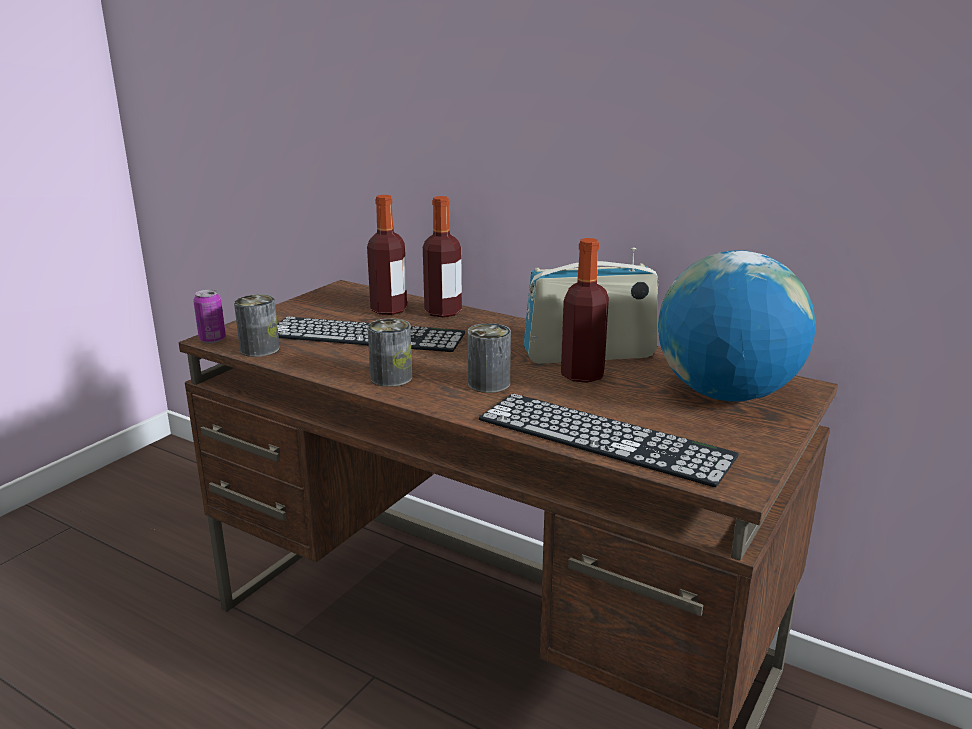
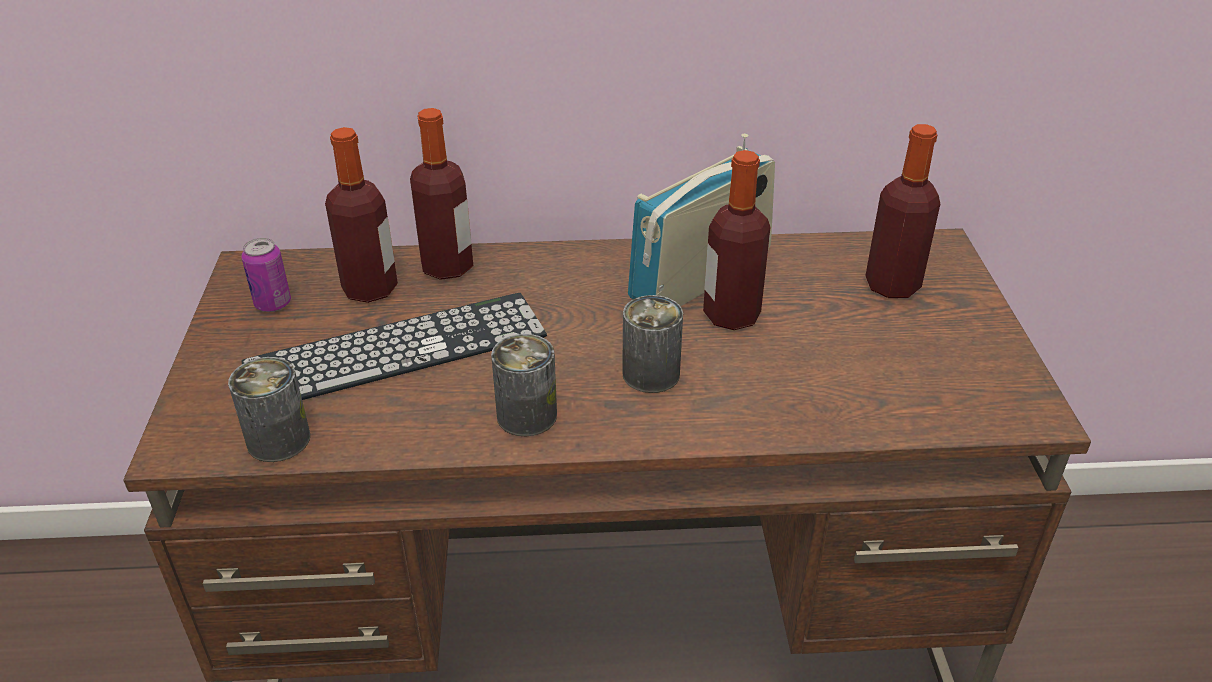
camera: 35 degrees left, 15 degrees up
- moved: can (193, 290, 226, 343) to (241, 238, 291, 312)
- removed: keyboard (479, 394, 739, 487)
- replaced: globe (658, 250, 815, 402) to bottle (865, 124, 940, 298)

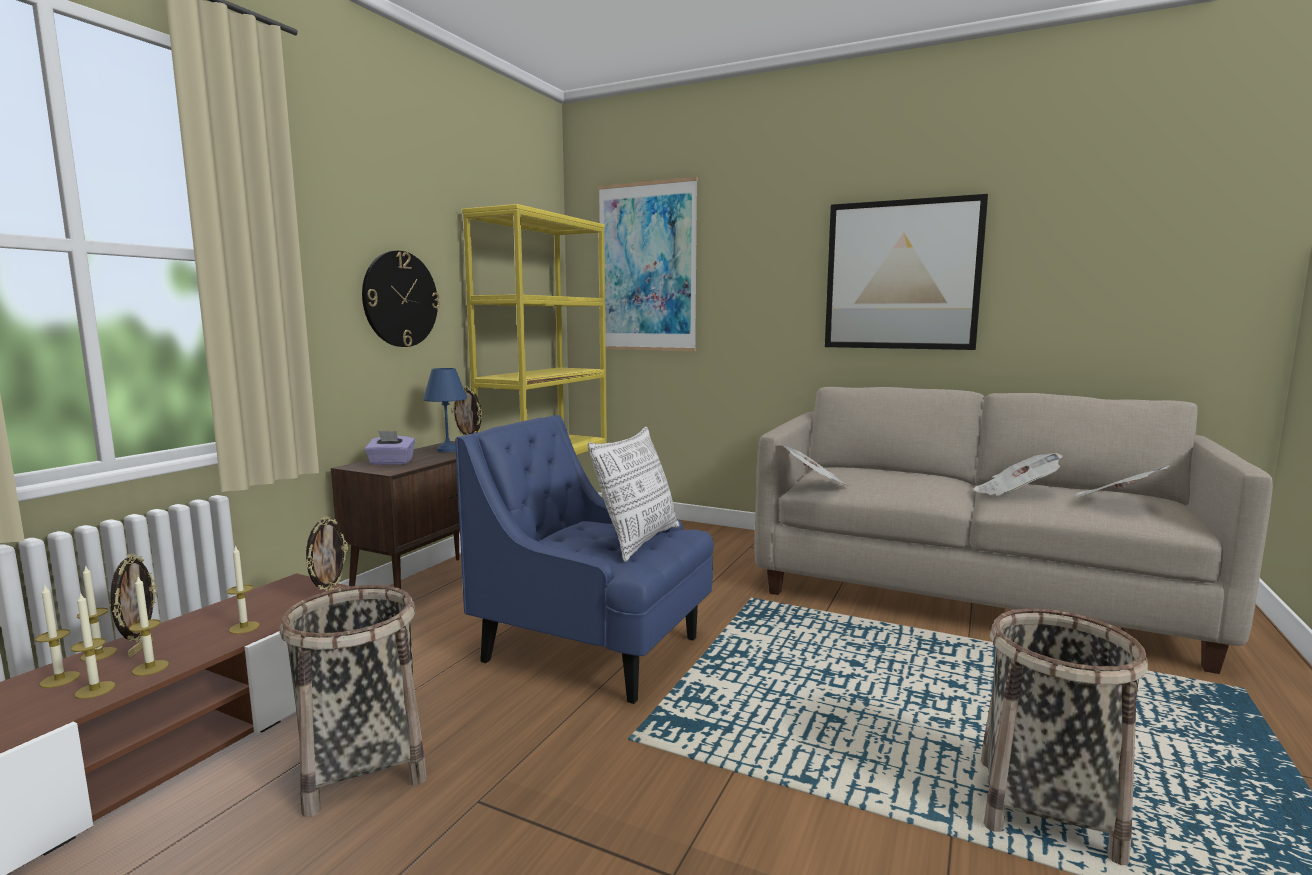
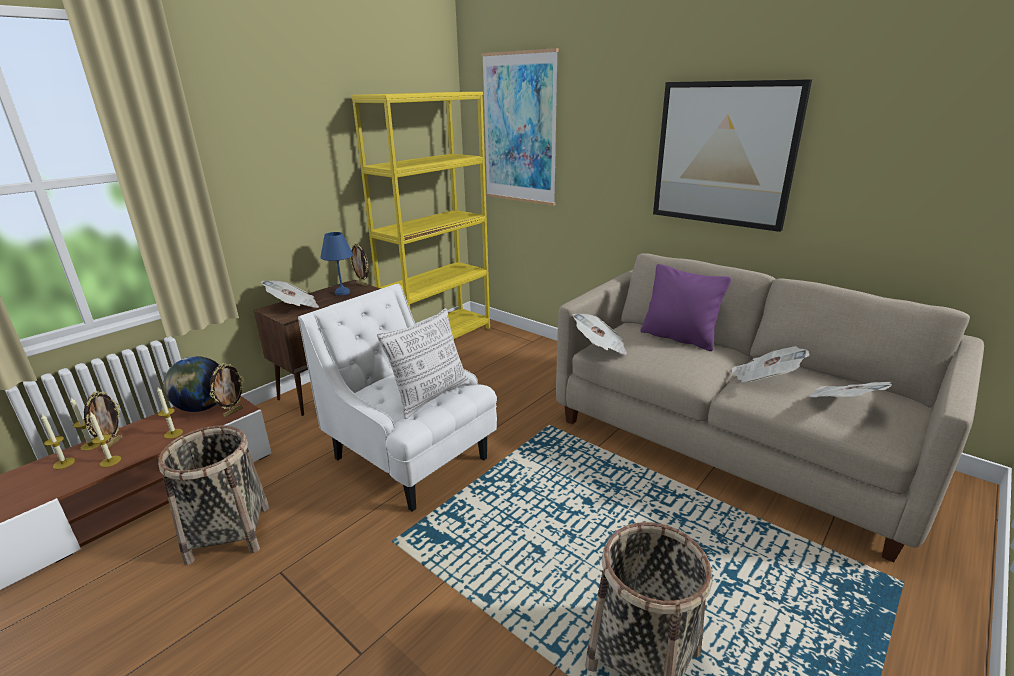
camera: 15 degrees right, 15 degrees up
- removed: candle (71, 592, 115, 699)
- removed: wall clock (362, 251, 440, 347)
- replaced: purple tissue box (365, 431, 415, 465) to newspaper (261, 281, 319, 308)
- recoloured: blue armchair (455, 415, 714, 704) to white armchair (298, 284, 497, 512)
- added: globe (163, 356, 219, 412)
- added: purple pillow (641, 264, 731, 351)

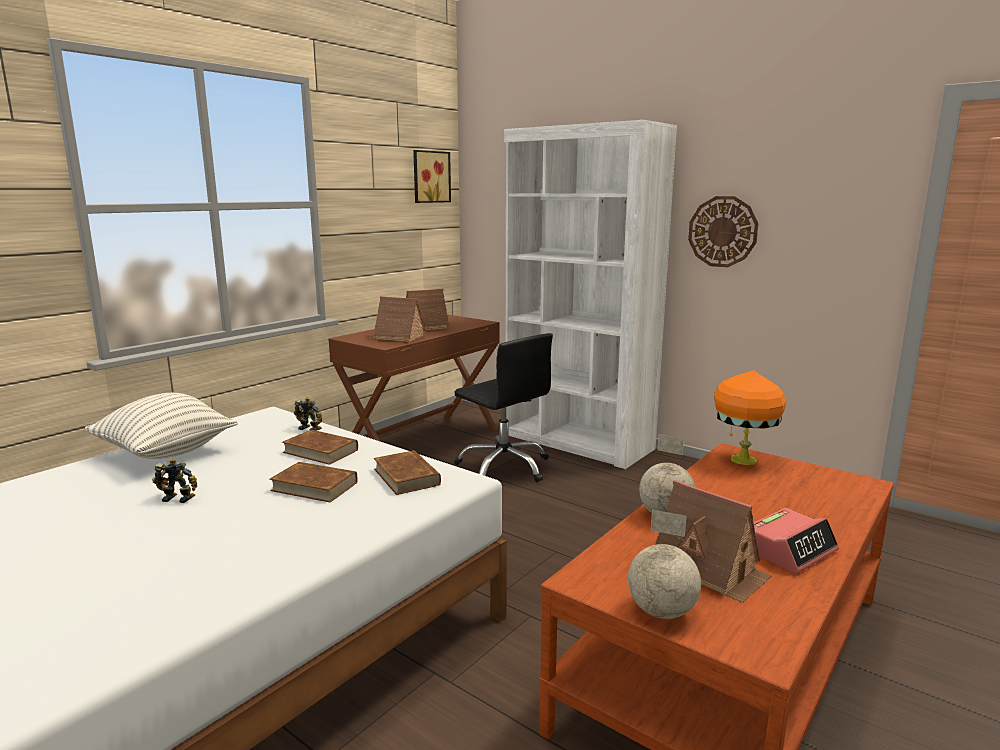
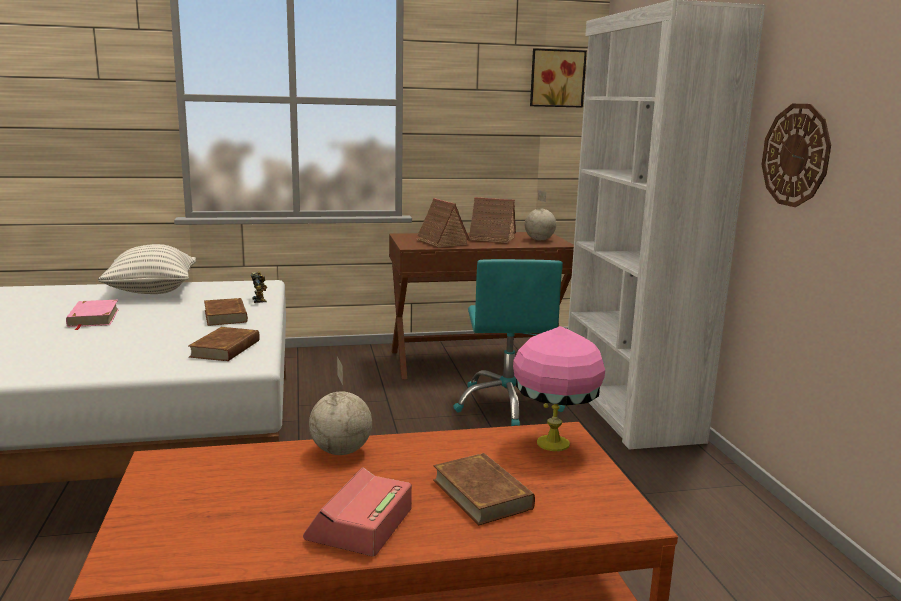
camera: 40 degrees right, 0 degrees up
- replaced: toy robot (152, 459, 197, 503) to pink book (66, 300, 119, 330)
- moved: brown book (269, 462, 357, 502) to (433, 453, 535, 525)
- recoloured: black office chair (454, 333, 553, 482) to turquoise office chair (453, 259, 565, 426)
- moved: globe (628, 510, 701, 619) to (525, 190, 556, 240)
- removed: toy house (655, 480, 772, 603)
- recoloured: orange table lamp (714, 370, 786, 465) to pink table lamp (513, 326, 605, 451)
- turned: alarm clock (753, 508, 839, 574) = (303, 467, 412, 556) 105 degrees clockwise

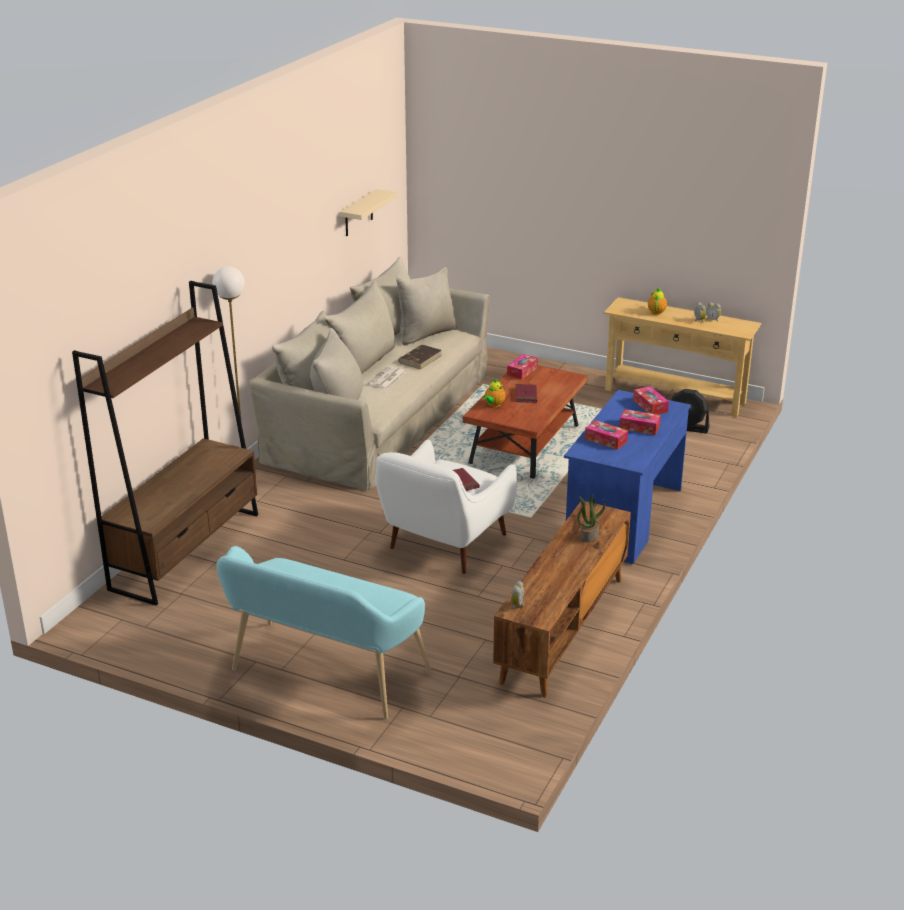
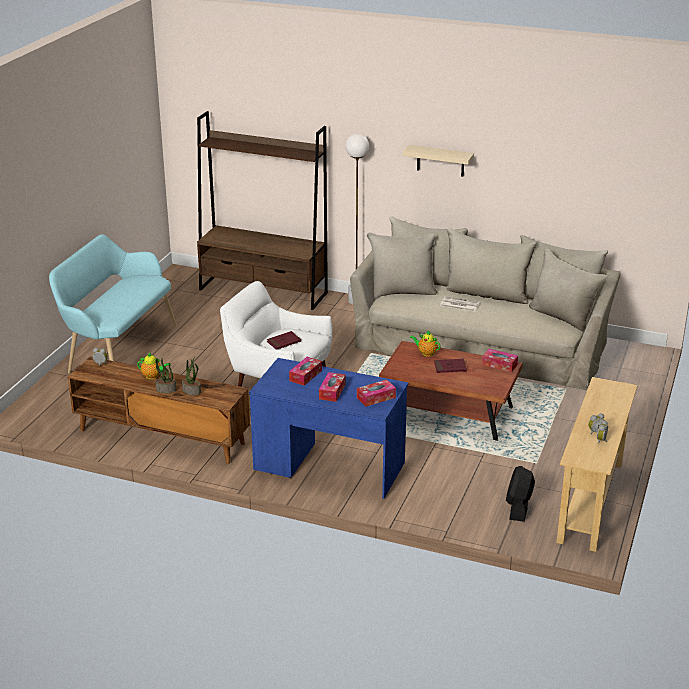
camera: 85 degrees right, 0 degrees up
- moved: beige shelf (340, 189, 397, 236) to (402, 145, 474, 176)
- removed: brown book (398, 345, 442, 369)
- moved: teapot (648, 287, 667, 315) to (137, 352, 171, 379)
- added: potted plant (156, 358, 177, 393)

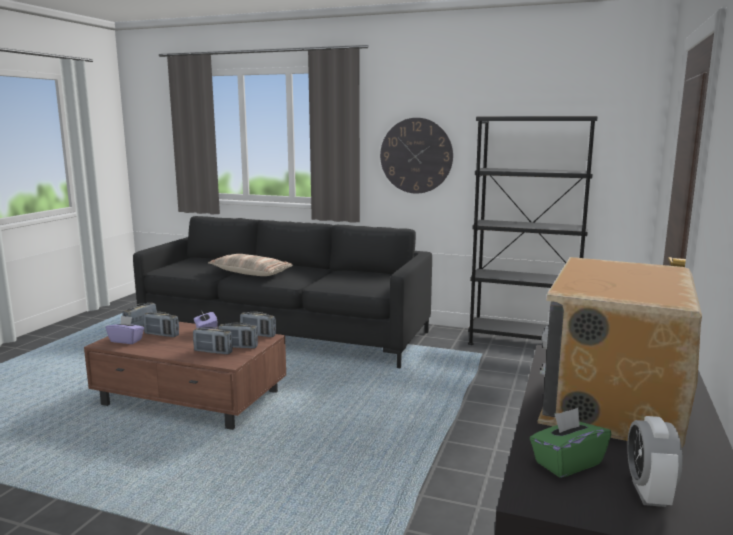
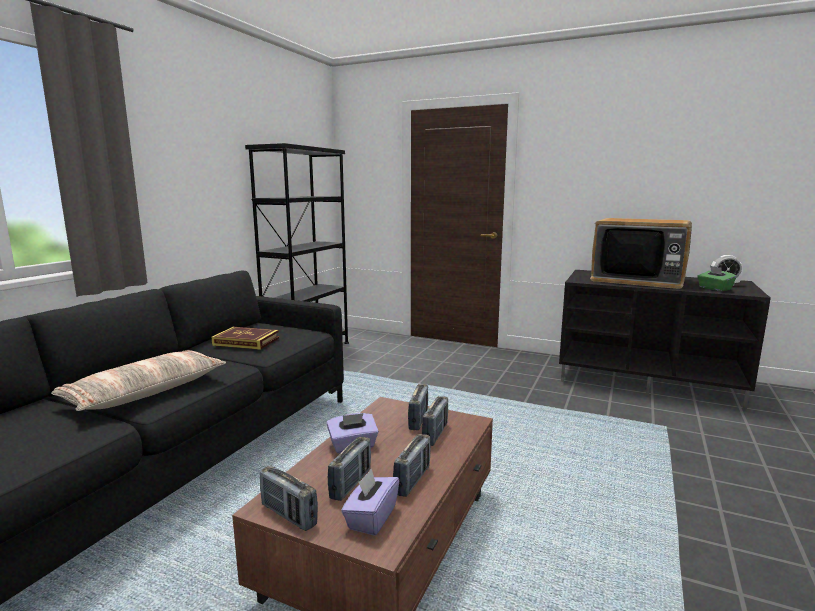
camera: 85 degrees left, 0 degrees up
- moved: radio (240, 312, 276, 337) to (393, 434, 431, 497)
- removed: wall clock (380, 118, 453, 194)
- added: book (212, 327, 279, 350)

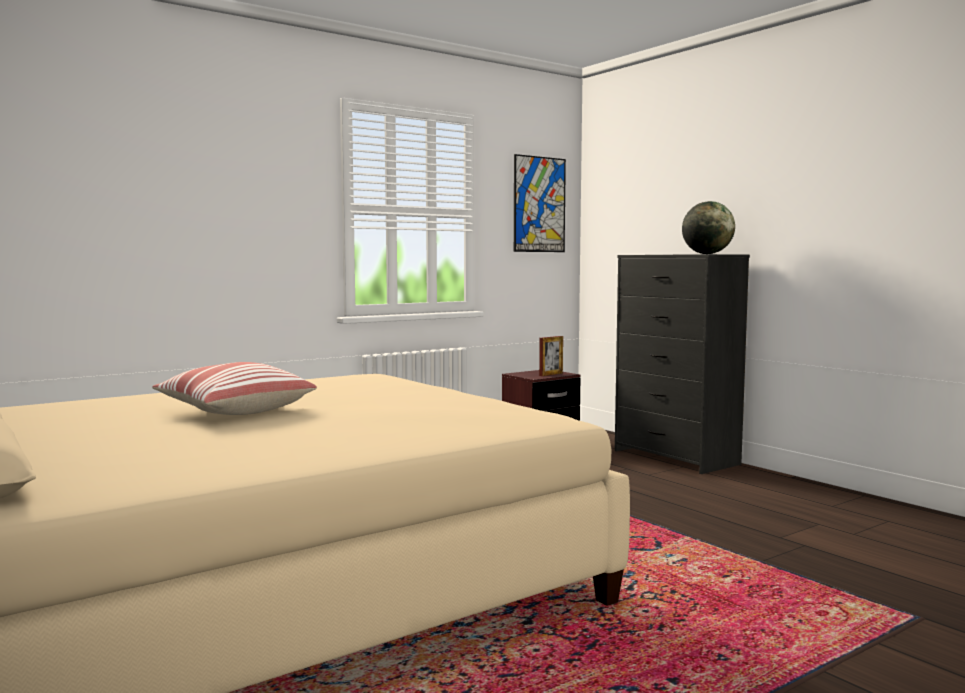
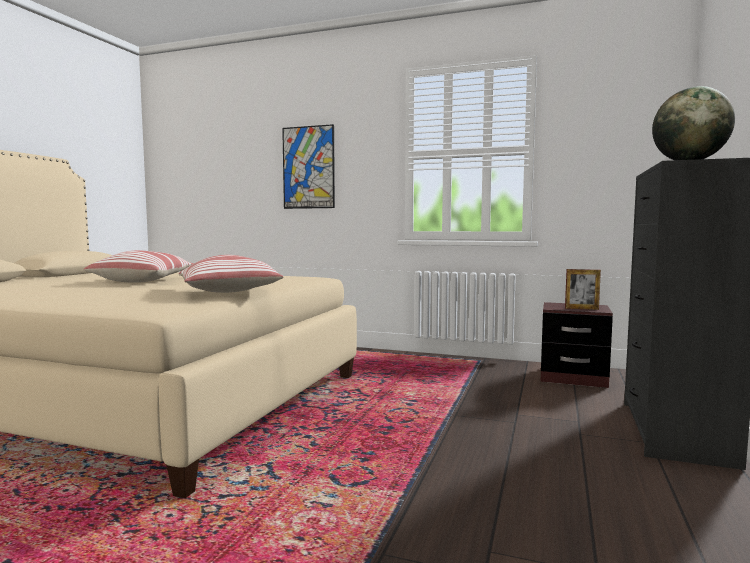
camera: 55 degrees right, 0 degrees up
- moved: picture (514, 154, 566, 252) to (282, 124, 335, 209)
- added: pillow (179, 255, 284, 293)

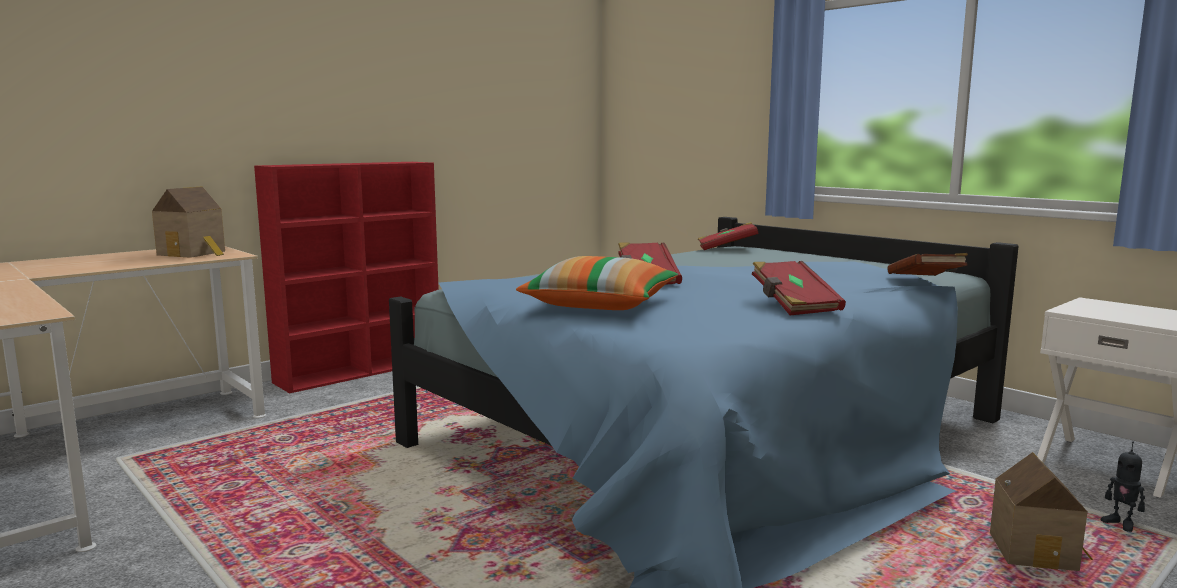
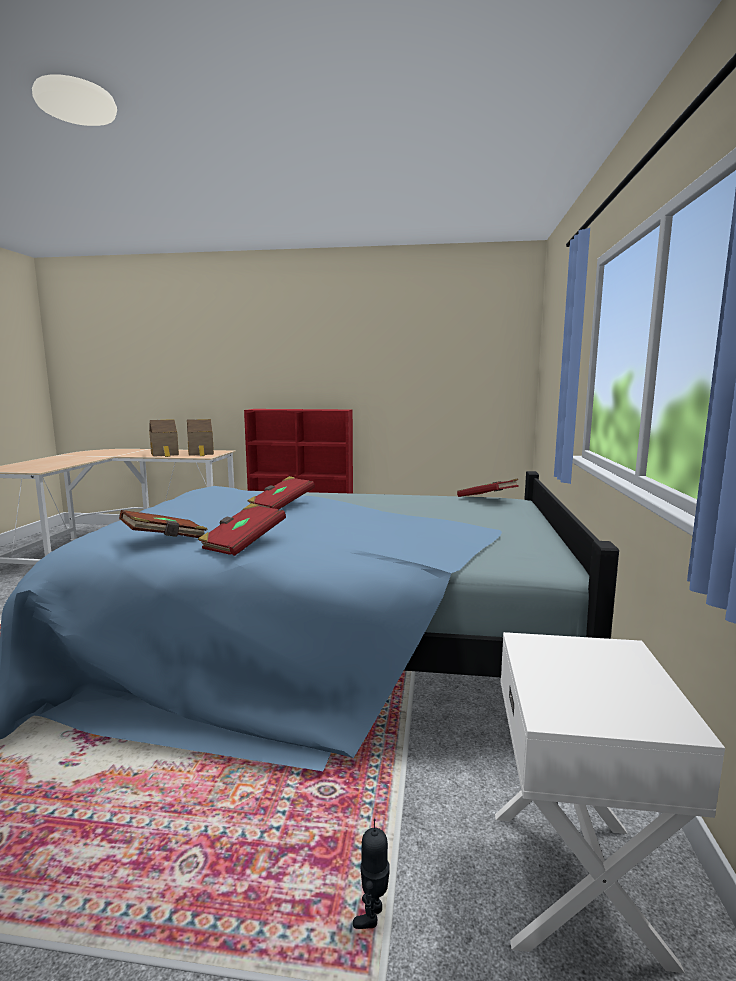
camera: 50 degrees right, 0 degrees up
- removed: pillow (516, 256, 678, 310)
- moved: brown book (888, 253, 968, 276) to (119, 510, 208, 538)
- moved: toy house (990, 452, 1093, 571) to (149, 419, 179, 457)

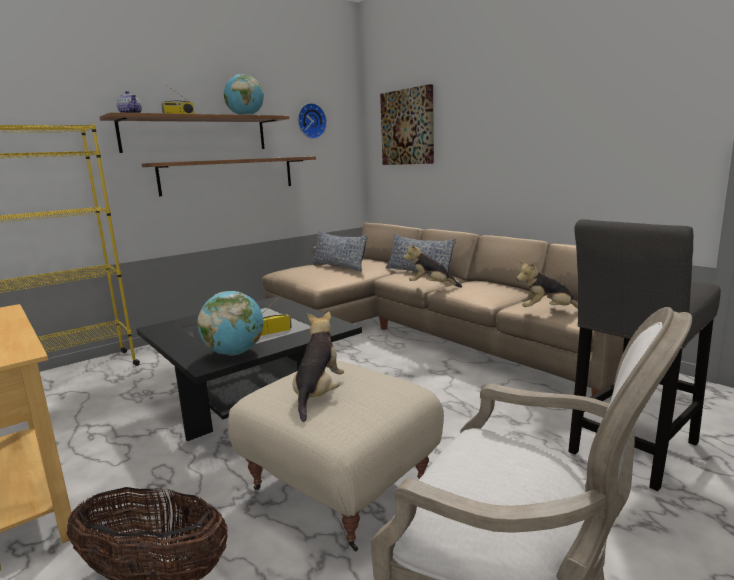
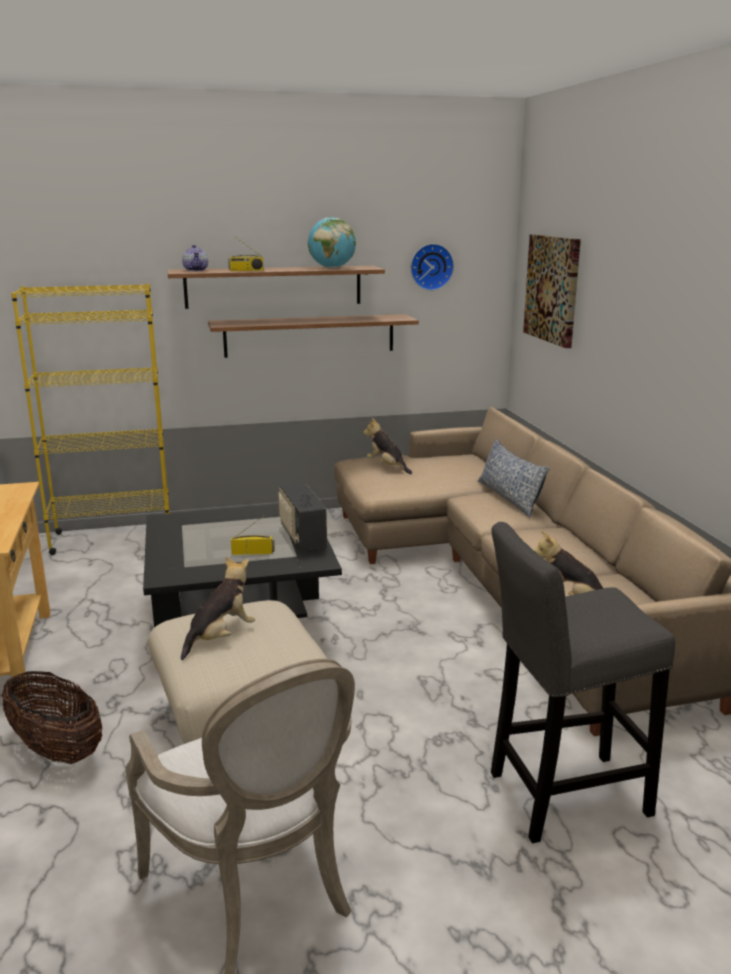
camera: 25 degrees right, 5 degrees up
- removed: globe (197, 291, 264, 356)
- removed: pillow (311, 230, 368, 271)
- moved: plush toy (404, 244, 462, 288) to (363, 418, 412, 474)
- added: radio (278, 483, 327, 552)

